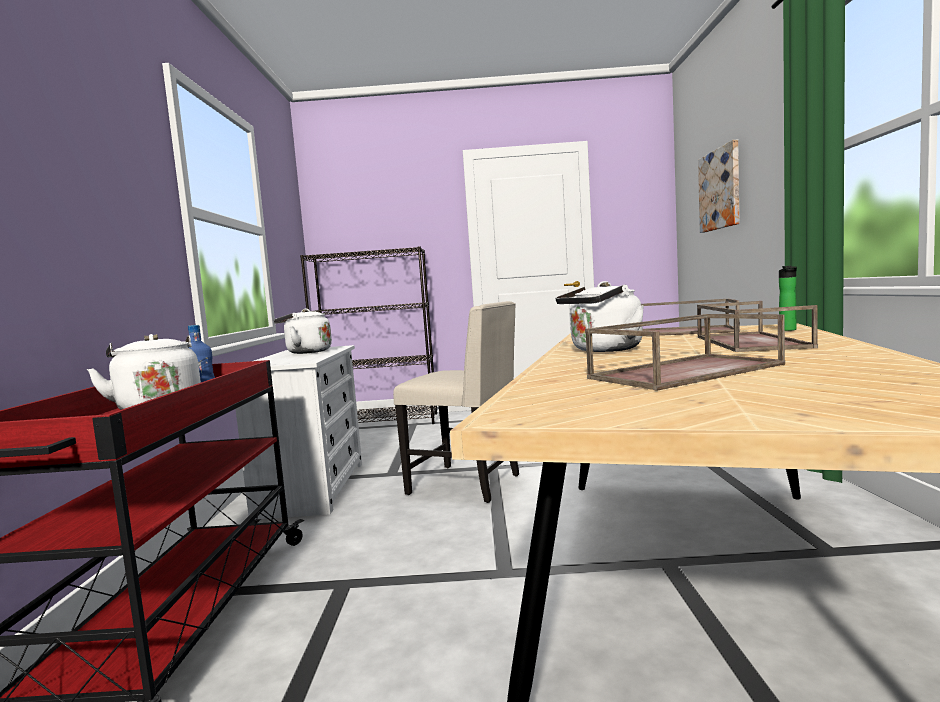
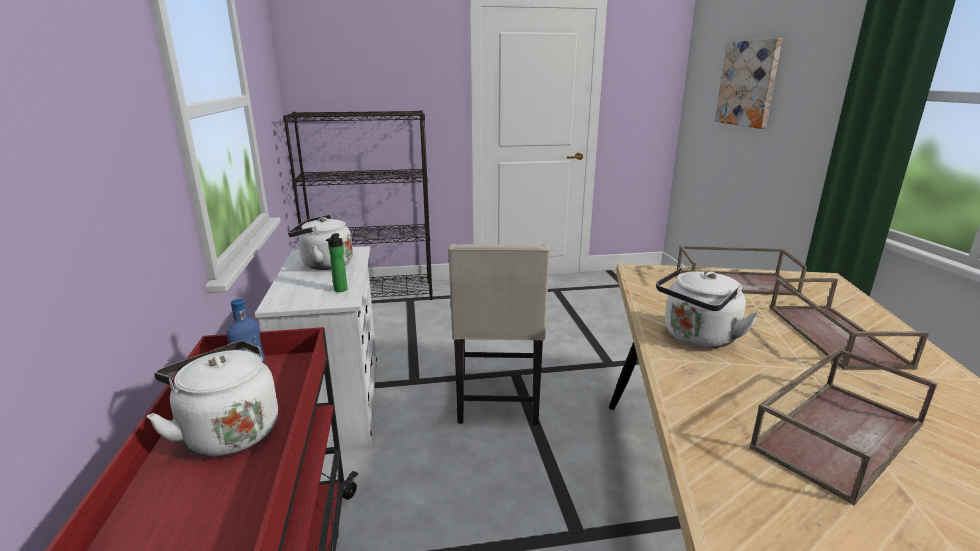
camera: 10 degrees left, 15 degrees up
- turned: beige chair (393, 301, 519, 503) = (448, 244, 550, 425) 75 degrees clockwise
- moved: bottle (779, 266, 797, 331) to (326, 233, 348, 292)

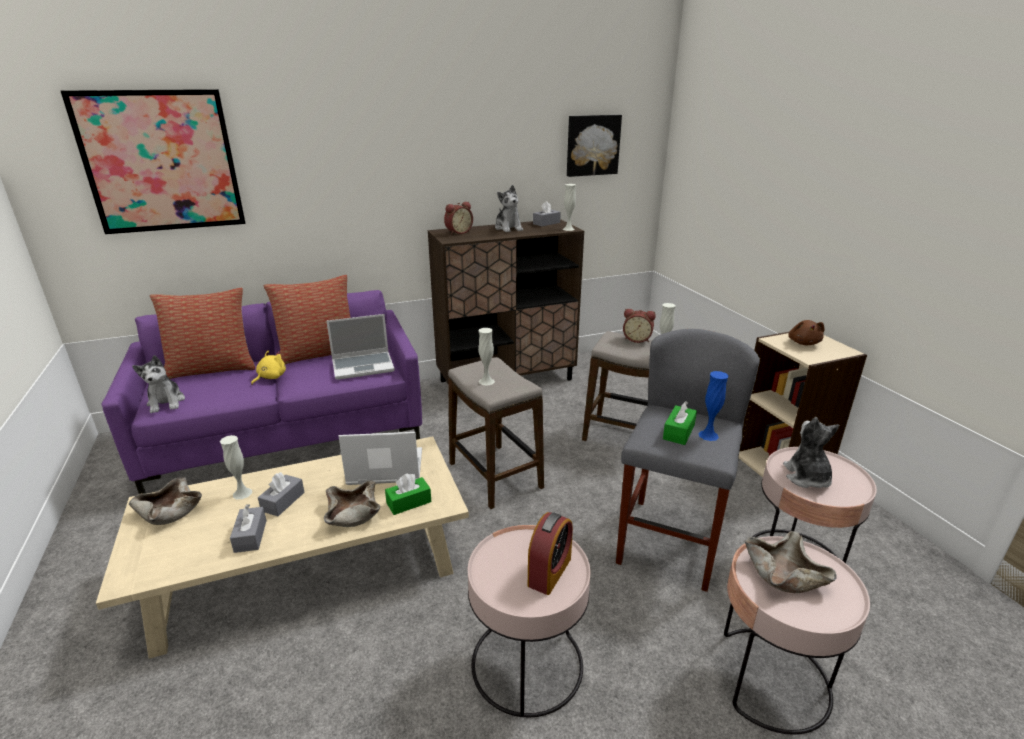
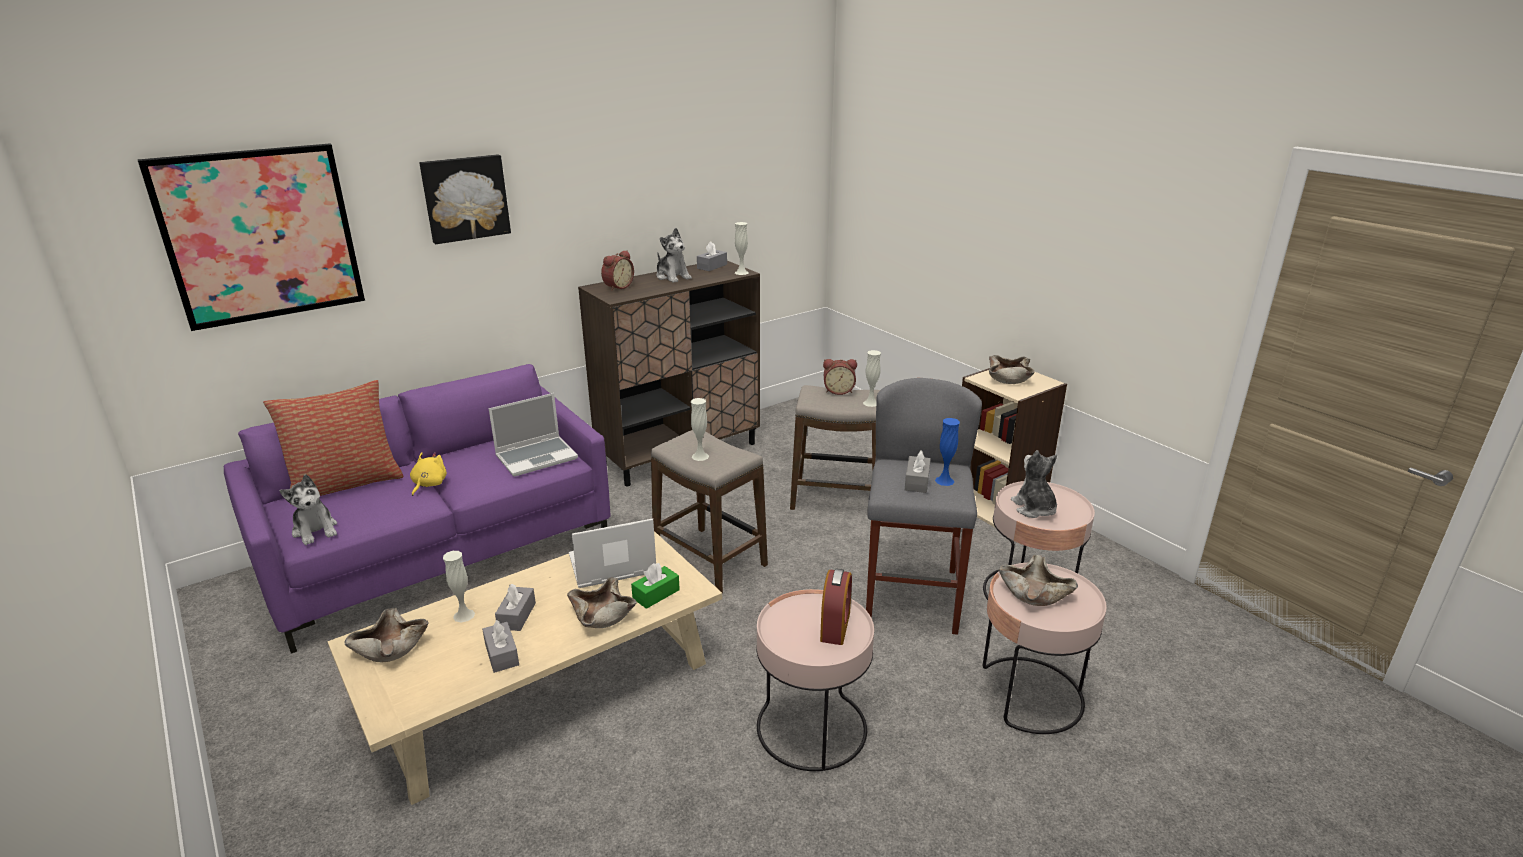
camera: 15 degrees left, 0 degrees up
- removed: pillow (263, 275, 351, 364)
- moved: picture (567, 115, 622, 177) to (419, 154, 511, 244)
- recoloured: green tissue box (663, 401, 697, 445) to grey tissue box (905, 451, 931, 493)
- replaced: brown plush toy (789, 320, 825, 345) to beige bowl (989, 355, 1035, 384)

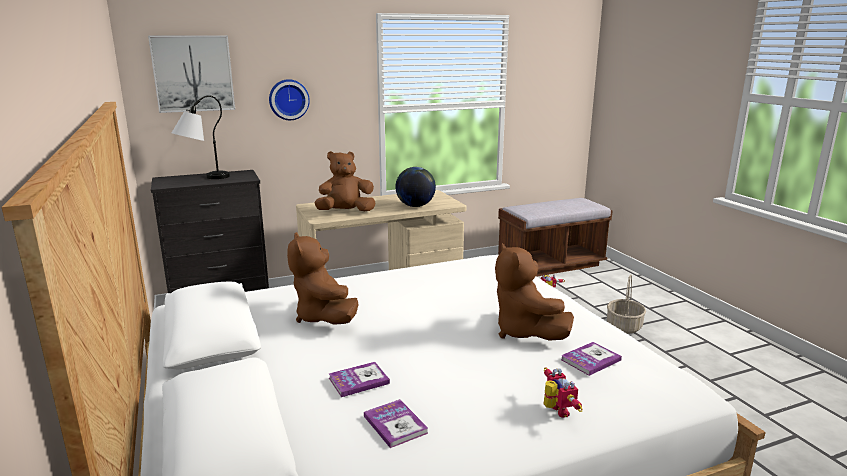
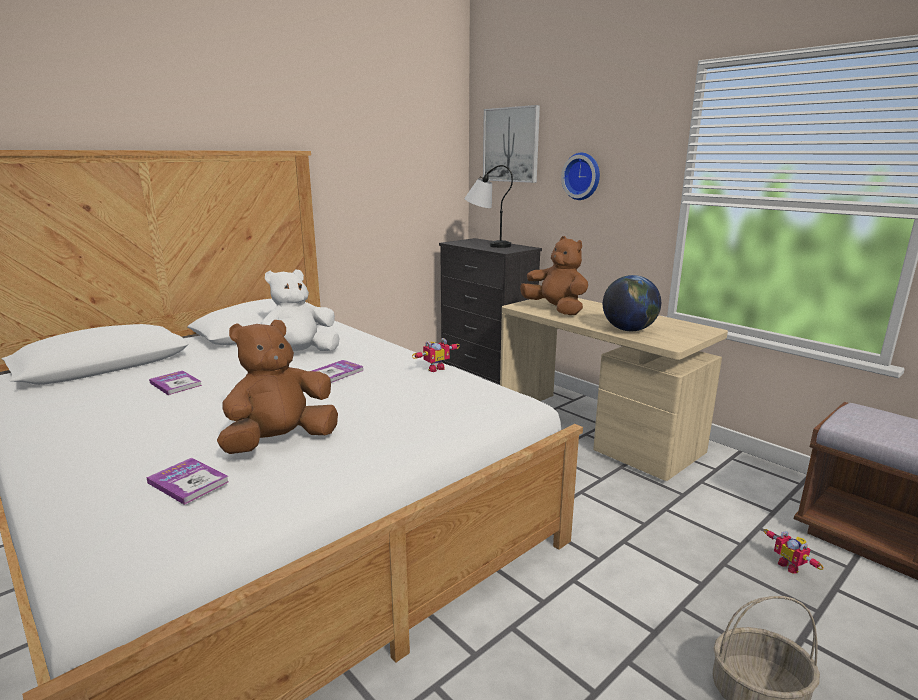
camera: 70 degrees right, 0 degrees up
- recoloured: brown plush toy (287, 232, 359, 325) to white plush toy (261, 269, 339, 351)
- moved: book (364, 399, 428, 448) to (312, 360, 364, 383)
- moved: toy robot (544, 367, 583, 418) to (412, 338, 460, 372)

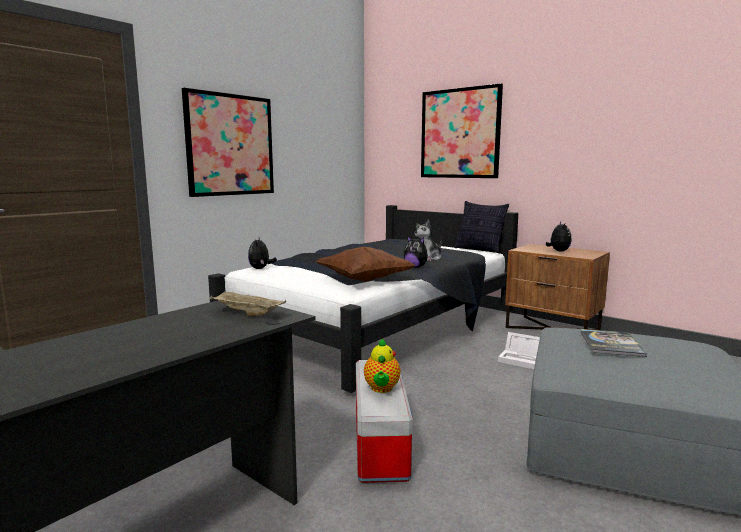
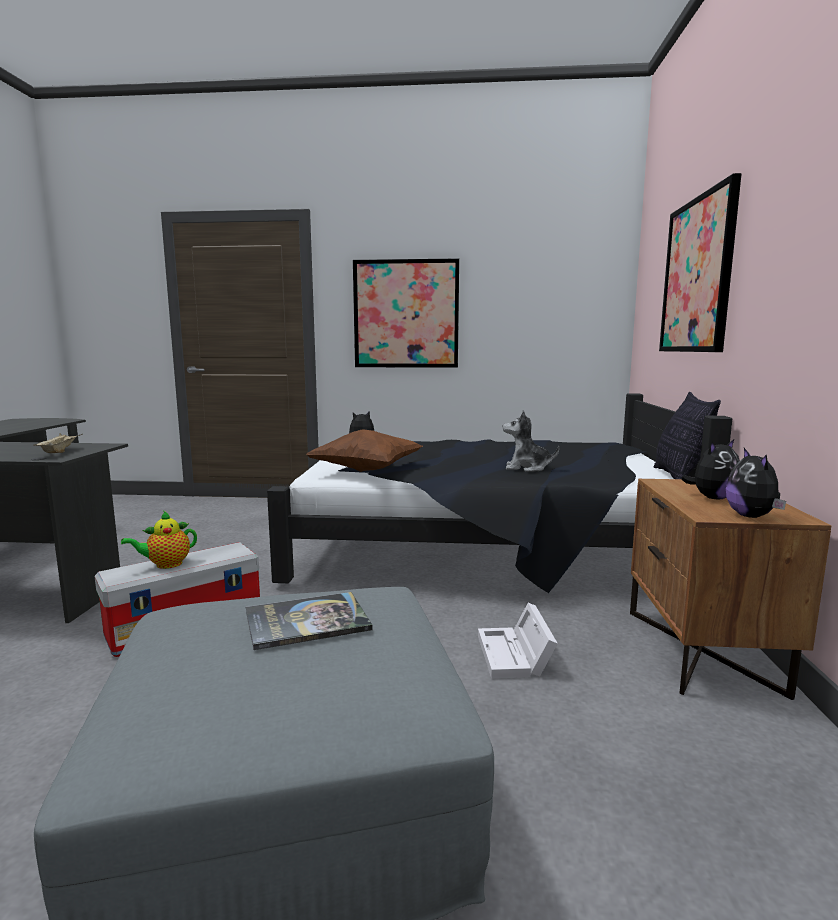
camera: 55 degrees right, 0 degrees up
- moved: plush toy (404, 236, 432, 268) to (726, 448, 786, 518)

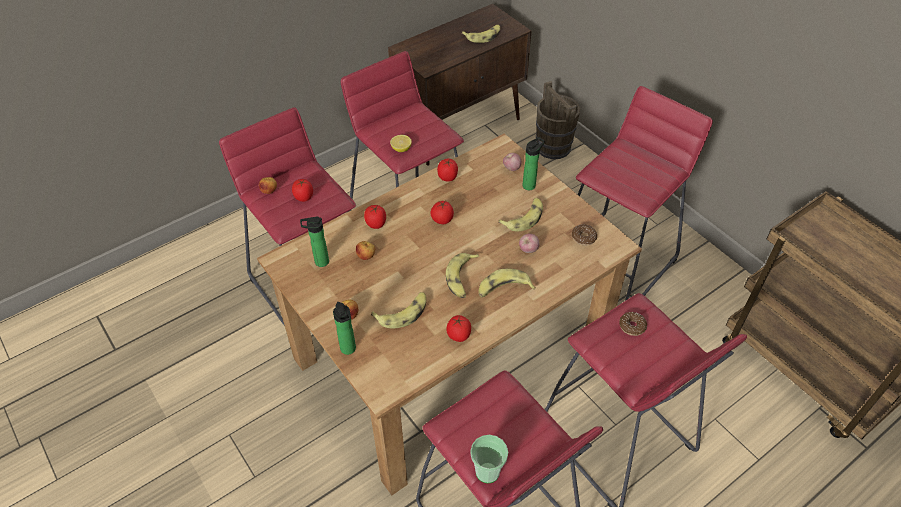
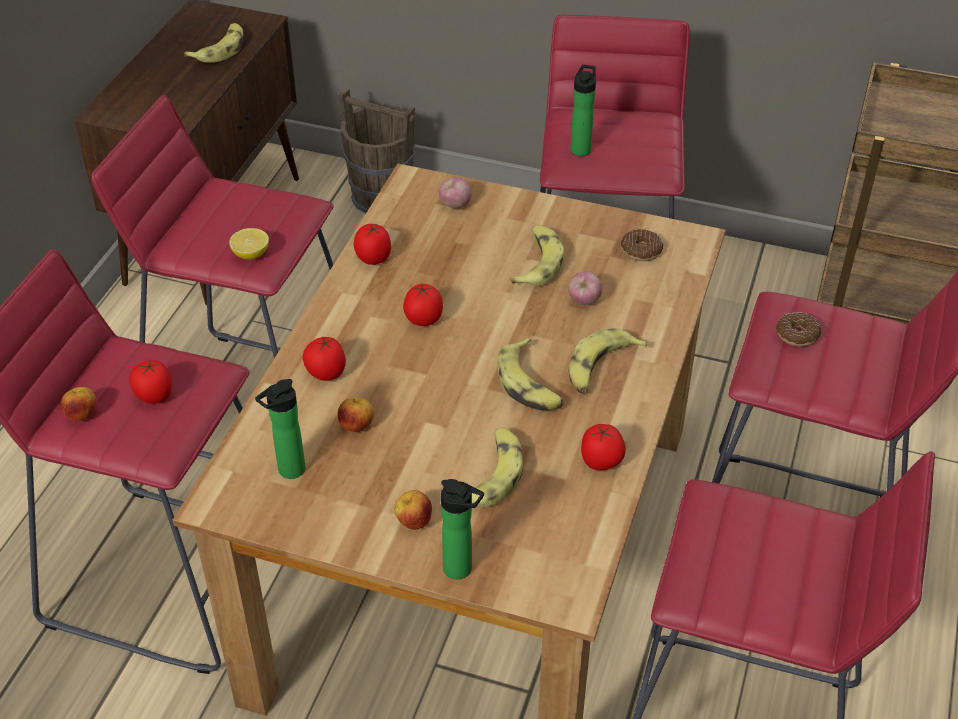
camera: 35 degrees left, 5 degrees down
- removed: cup (470, 435, 508, 483)
- moved: bottle (522, 137, 545, 191) to (570, 65, 596, 156)

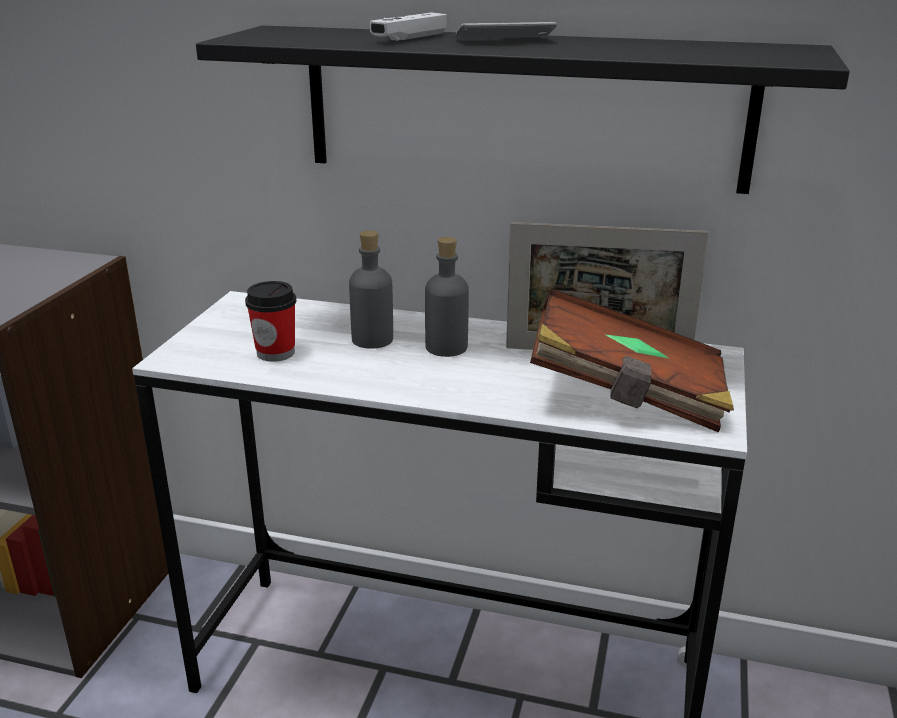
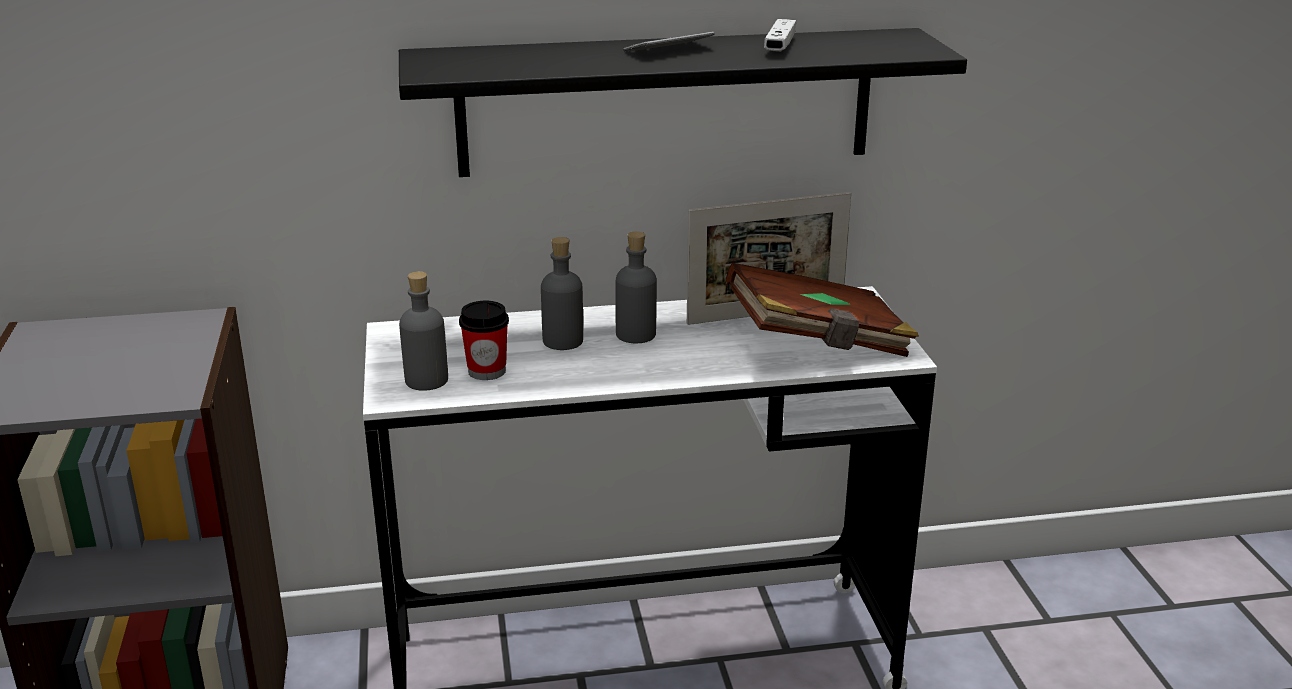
camera: 25 degrees left, 0 degrees up
- moved: white game controller (370, 13, 447, 41) to (764, 19, 796, 52)
- added: grey bottle (399, 271, 448, 391)

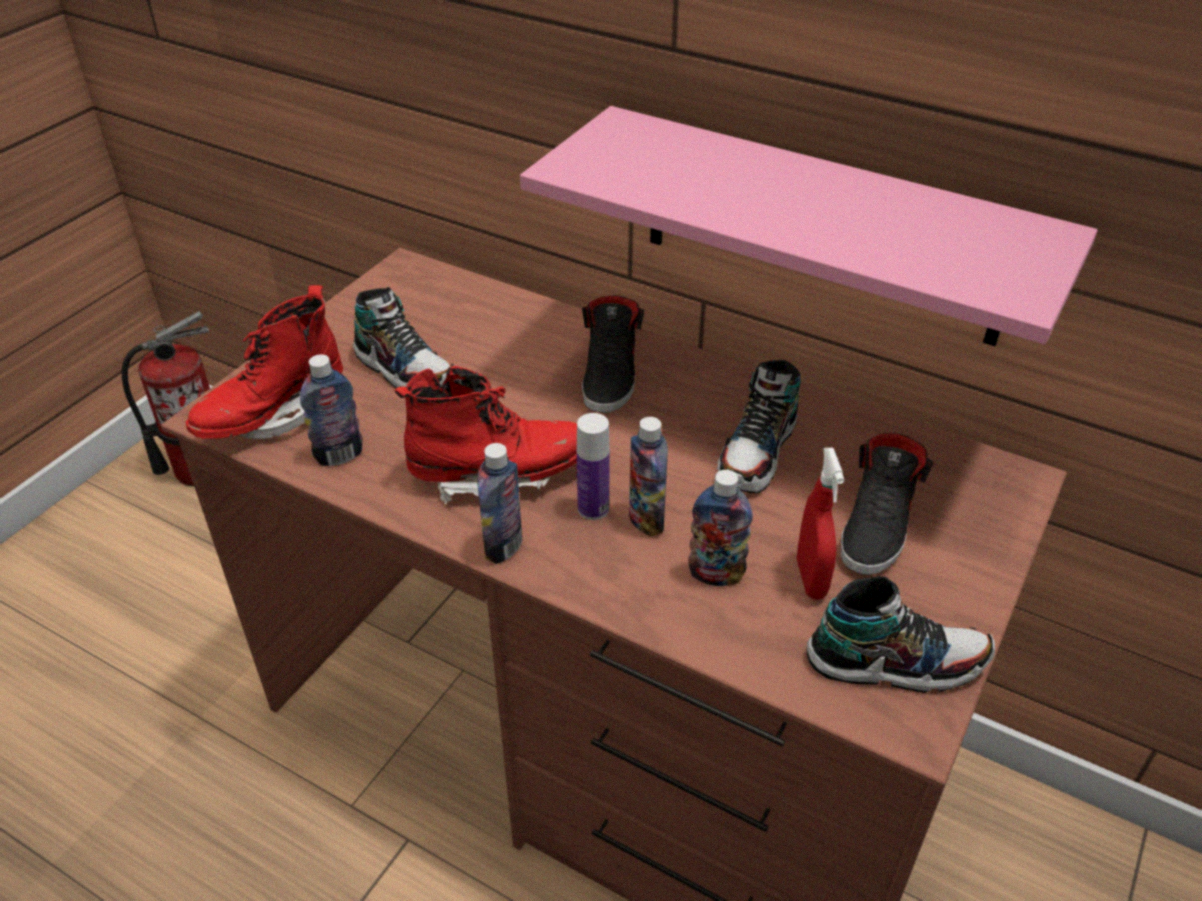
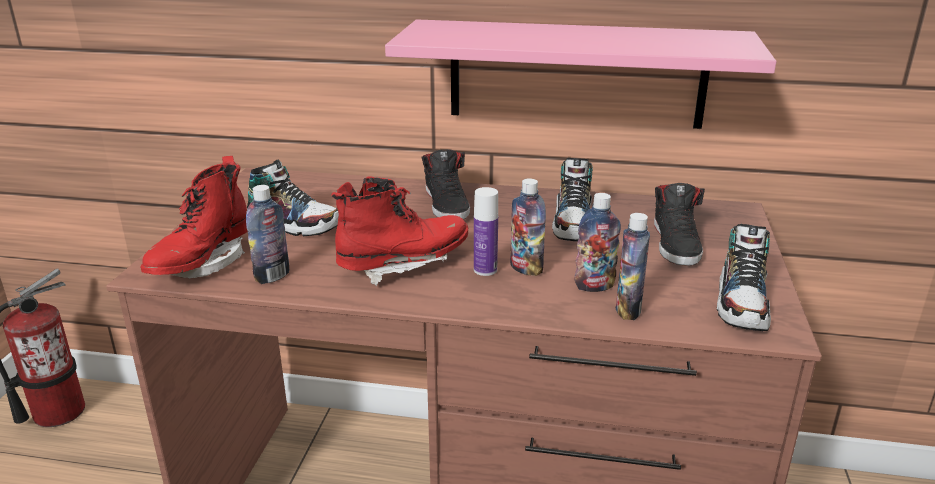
camera: 20 degrees left, 15 degrees down
- moved: bottle (477, 443, 522, 564) to (616, 213, 650, 320)
- removed: red spray bottle (797, 448, 844, 600)
- turned: shoe (806, 576, 995, 693) = (717, 224, 771, 331) 120 degrees clockwise

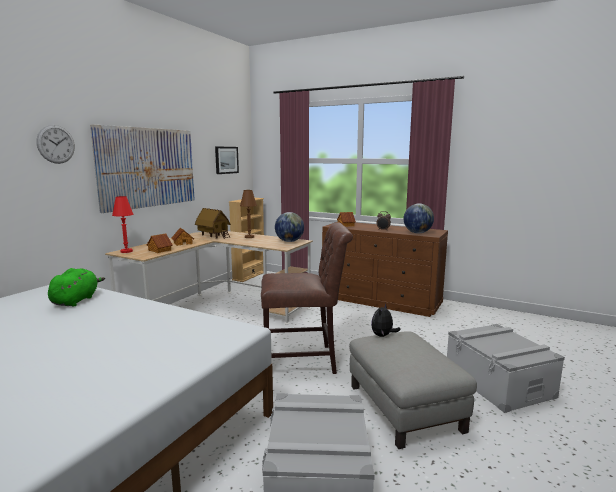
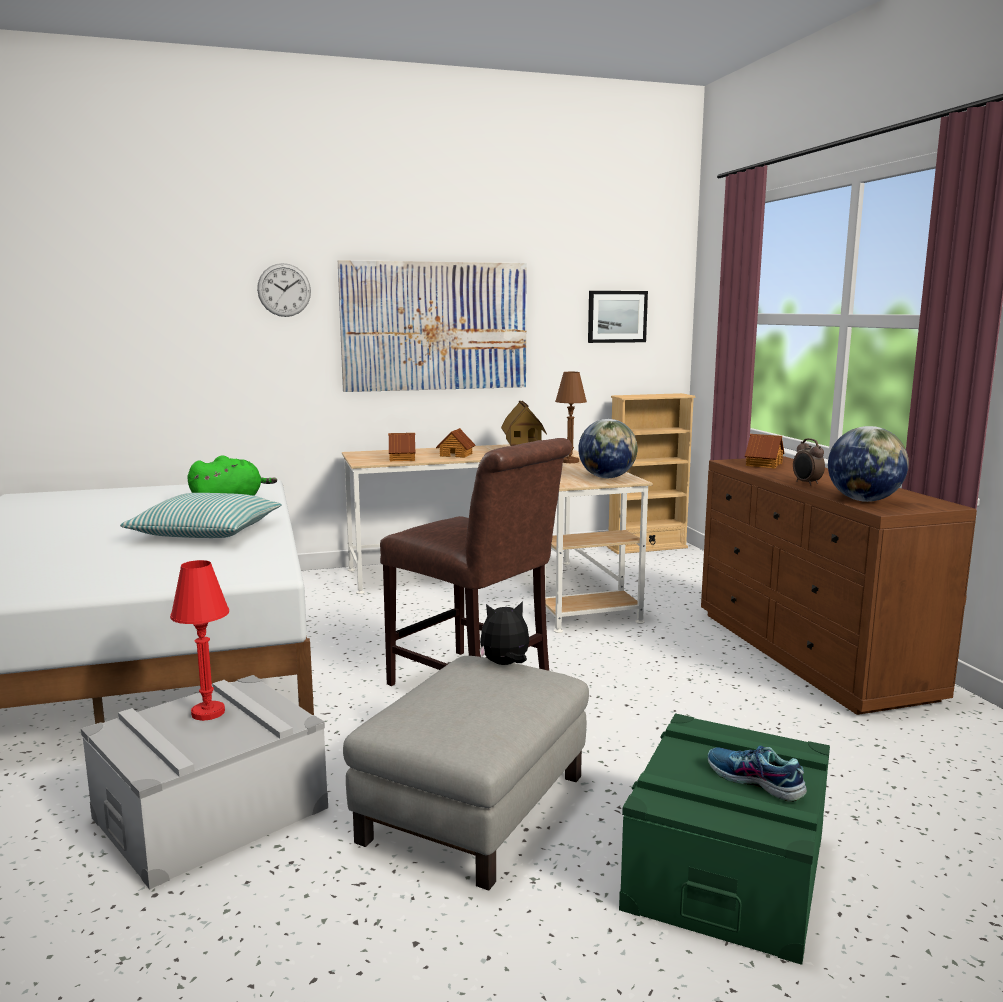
camera: 45 degrees right, 0 degrees up
- moved: red table lamp (112, 196, 133, 253) to (170, 560, 229, 721)
- recoloured: grey storage box (447, 324, 565, 413) to green storage box (619, 713, 830, 965)
- added: pillow (120, 493, 282, 538)
- added: shoe (708, 746, 807, 802)

